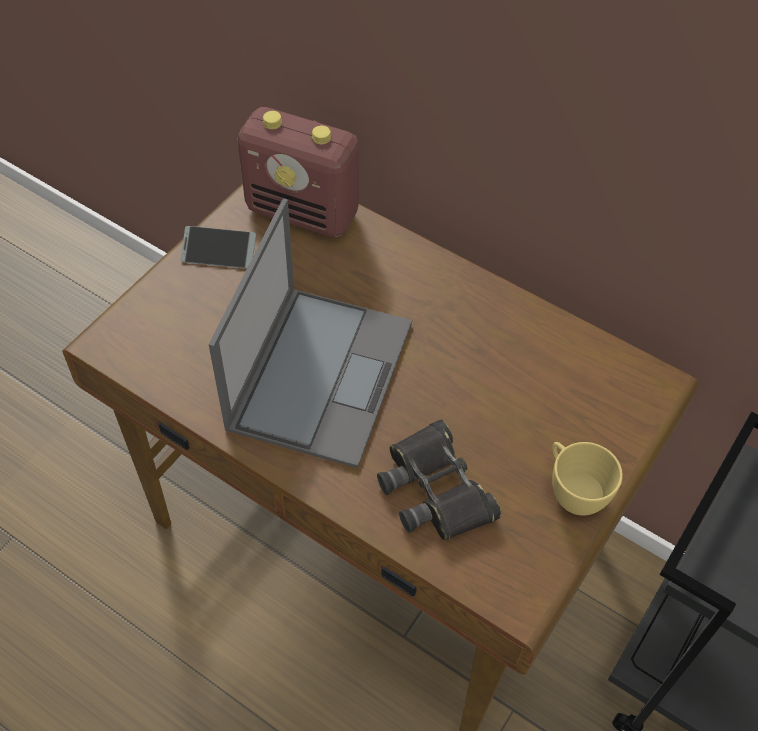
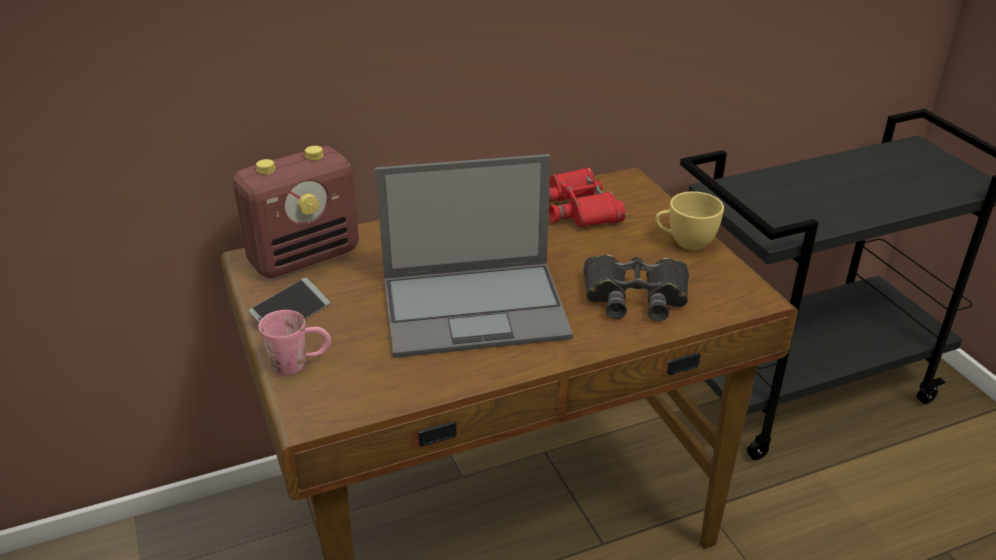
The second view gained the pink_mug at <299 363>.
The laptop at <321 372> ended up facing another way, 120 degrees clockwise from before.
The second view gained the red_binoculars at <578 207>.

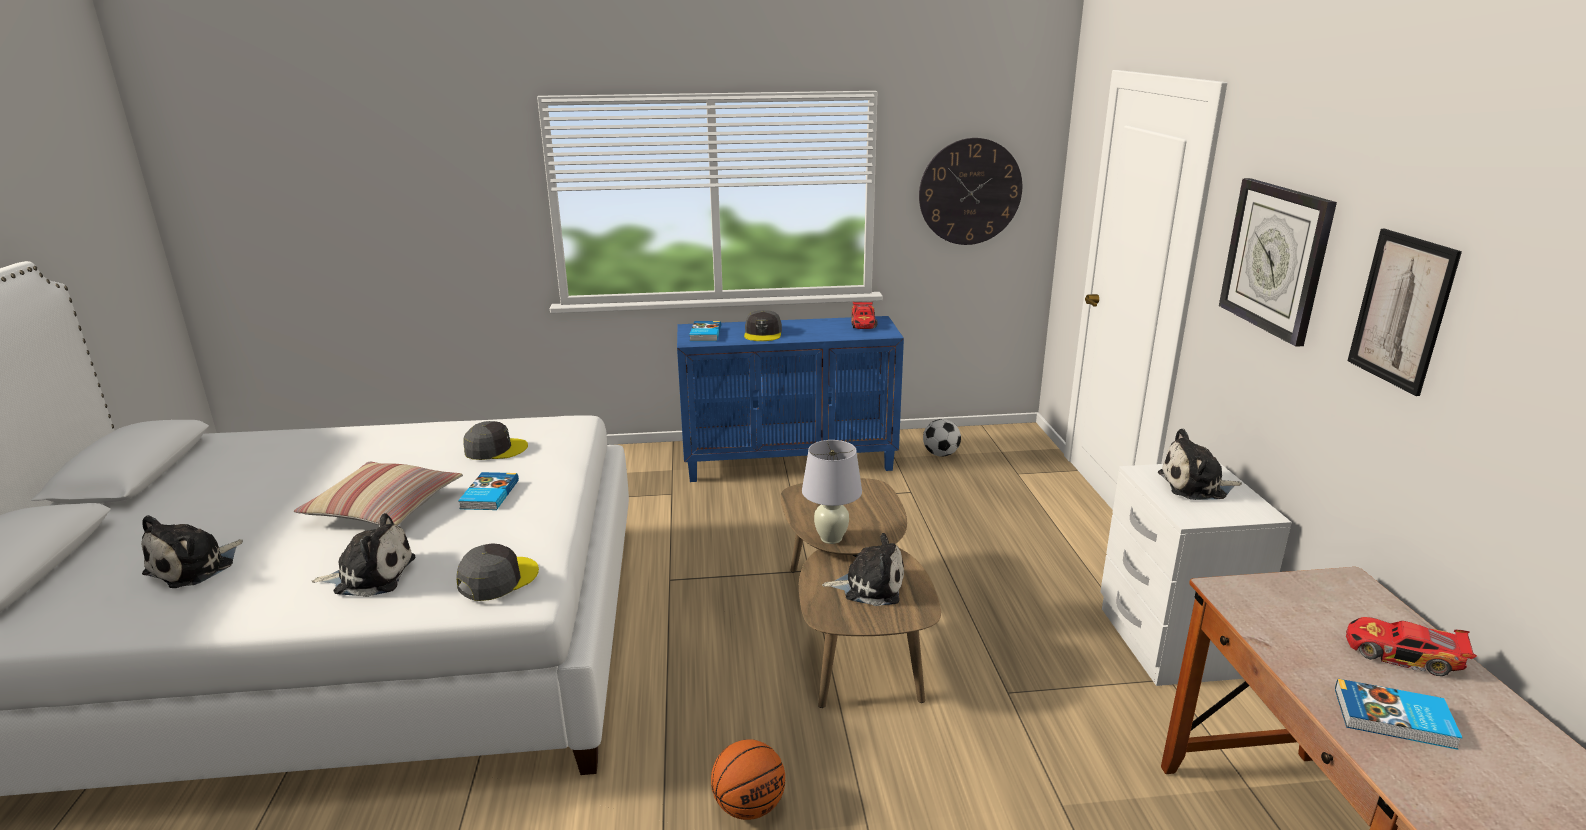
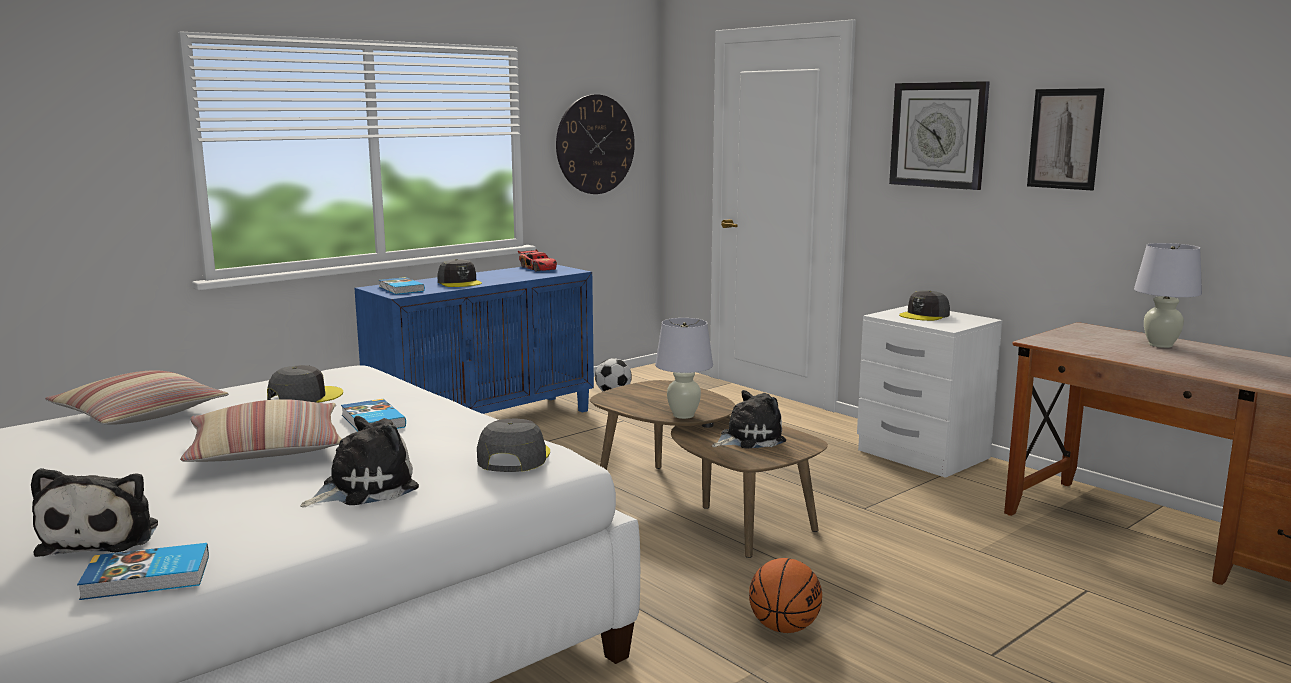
The second view gained the pillow at <140 415>.
The book ended up elsewhere, having gone from <1395 719> to <147 578>.
Where the plush_toy stood at <1196 486>, the grey_cap came to stand at <924 315>.
Where the toy_car stood at <1402 655>, the white_table_lamp came to stand at <1160 345>.

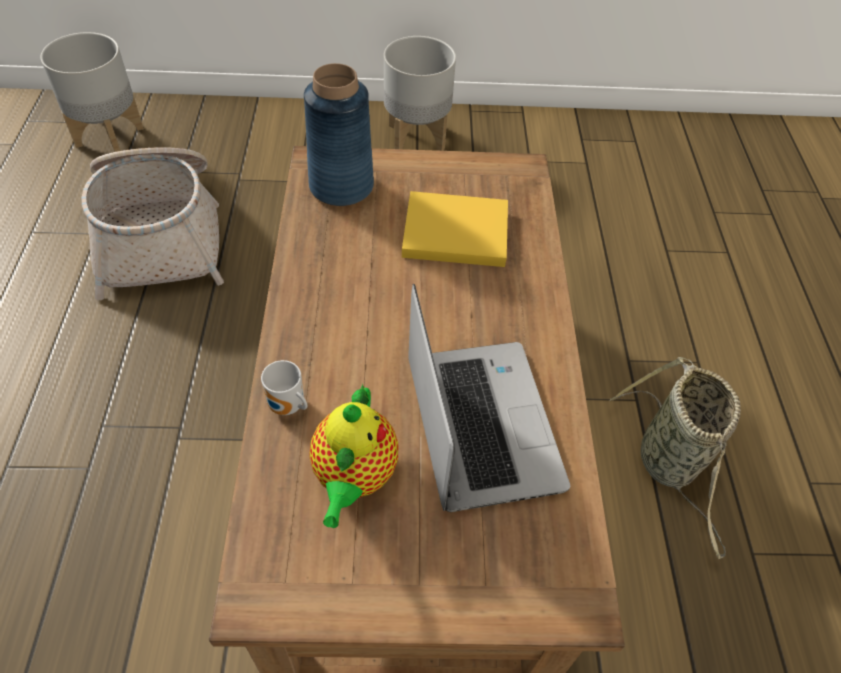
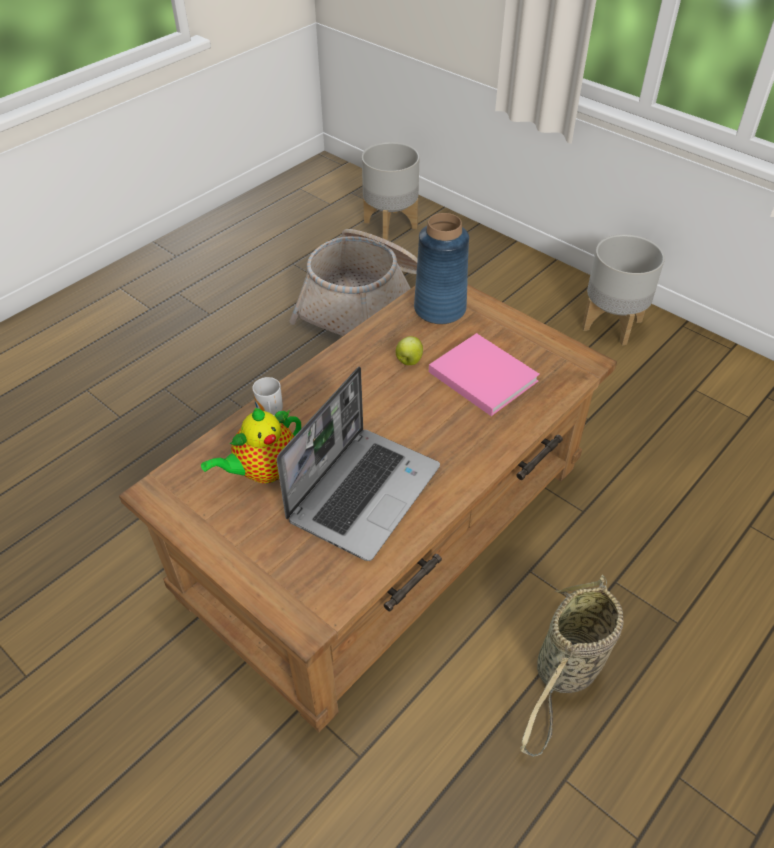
The second view gained the apple at <409 361>.
What was the yellow_book at <452 232> turned into the pink_book at <480 375>.

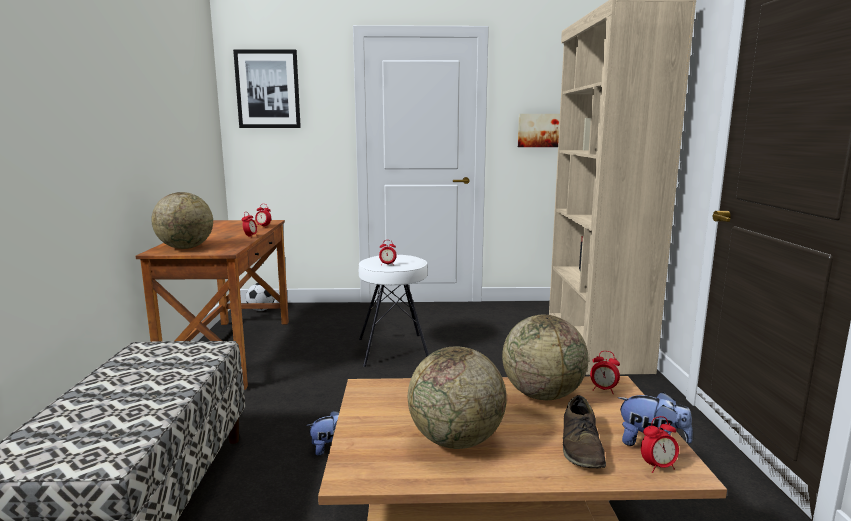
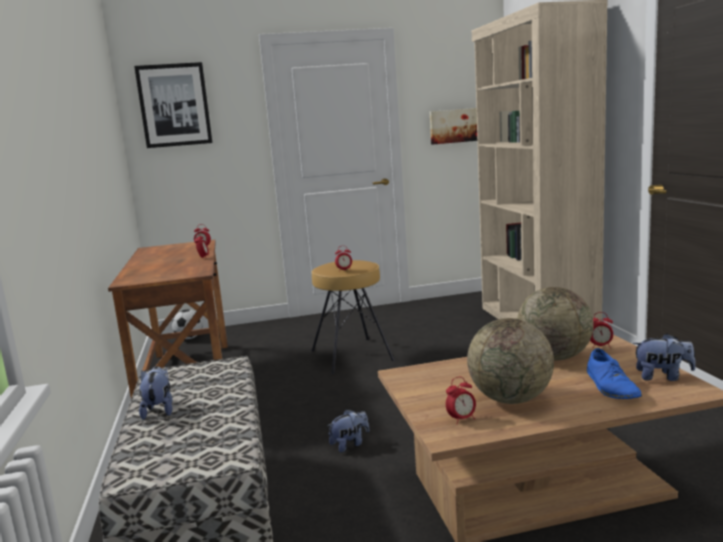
The second view gained the plush_toy at <159 410>.
What was the white_stool at <394 349> turned into the brown_stool at <352 355>.
The alarm_clock ended up elsewhere, having gone from <658 467> to <461 419>.
What was the brown_shoe at <581 446> turned into the blue_shoe at <611 386>.
The second view lost the globe at <185 248>.

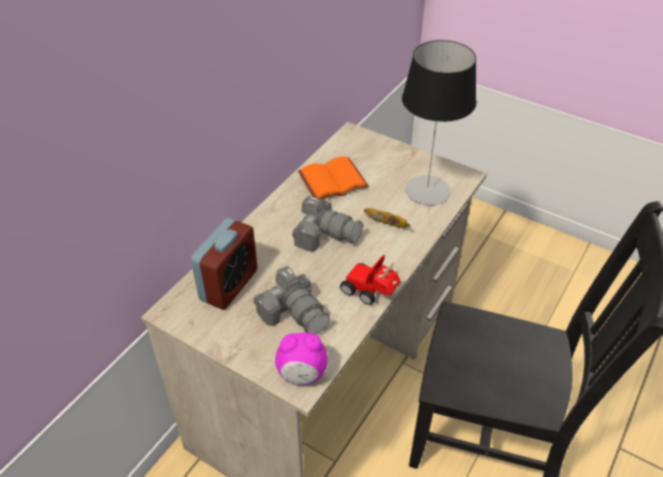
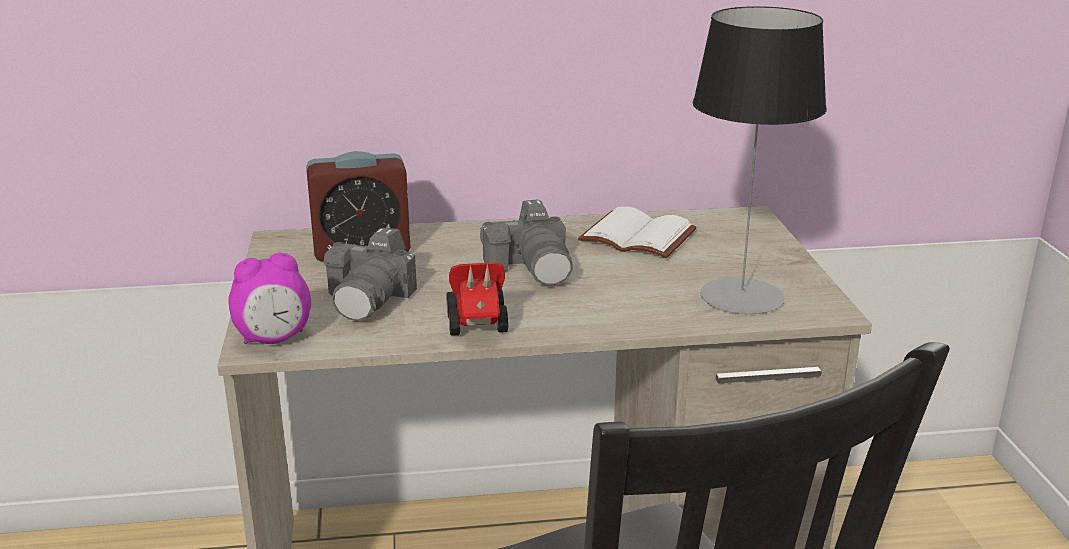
The alarm_clock at <302 375> ended up facing another way, 75 degrees counterclockwise from before.
What was the orange_book at <332 182> turned into the white_book at <634 238>.
The second view lost the banana at <387 224>.

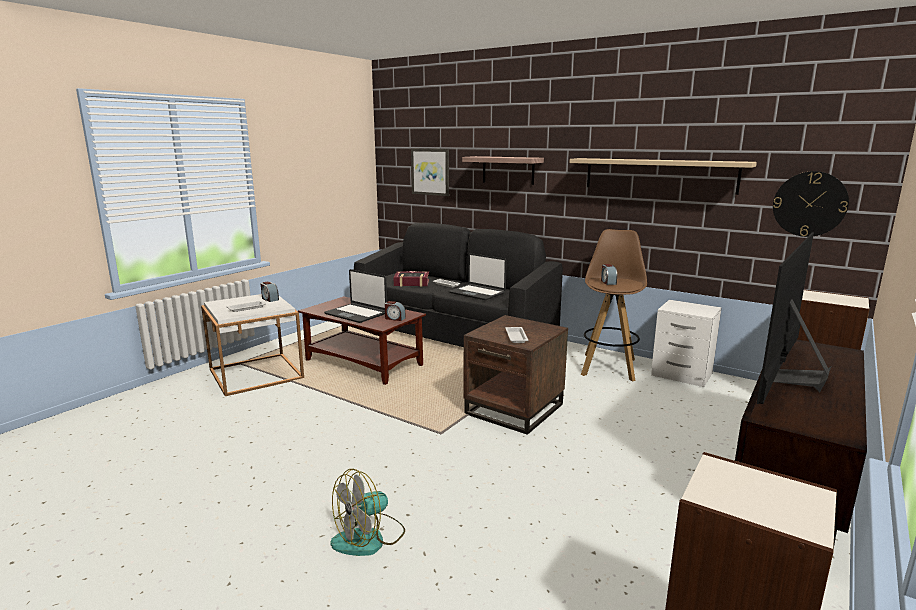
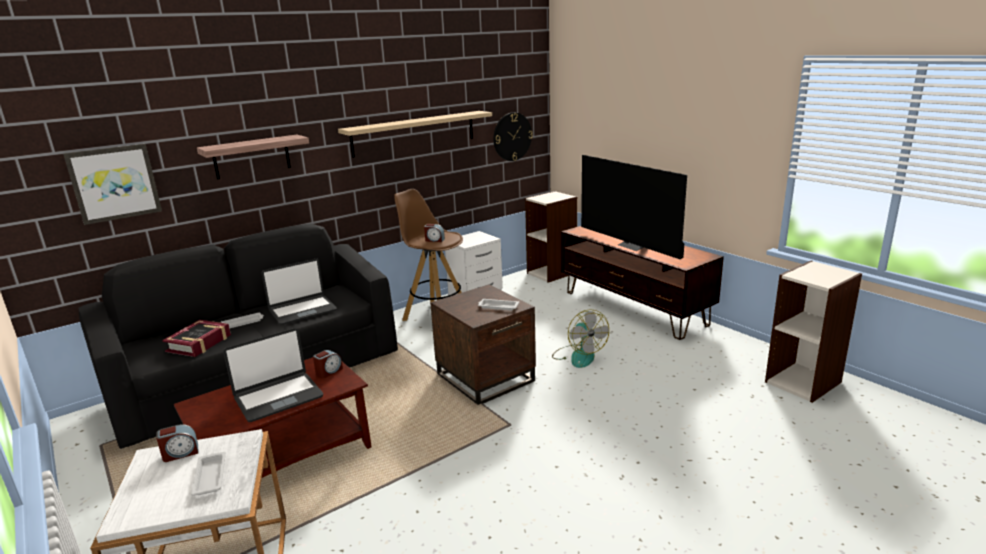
The fan ended up elsewhere, having gone from <369 538> to <578 356>.

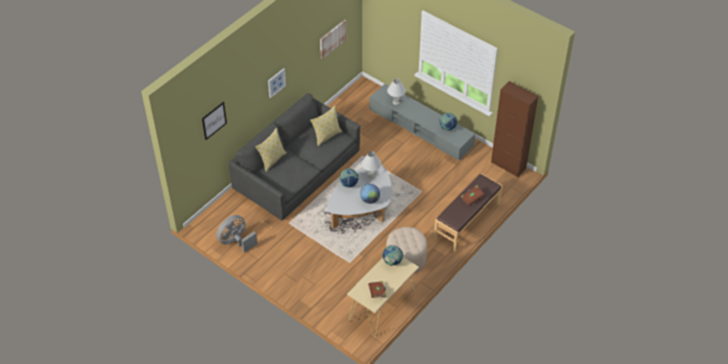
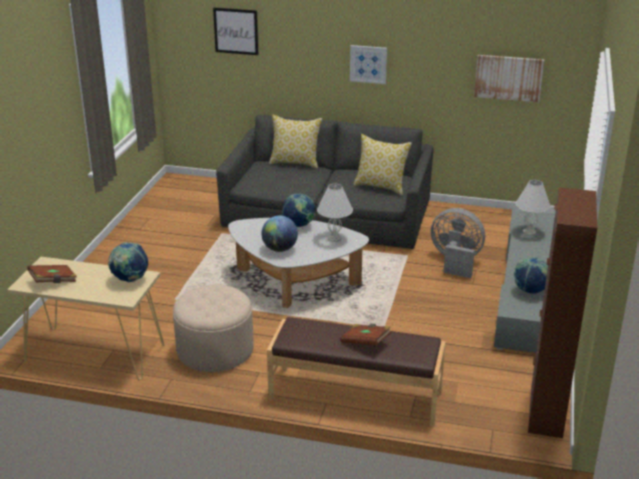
The grey_fan ended up elsewhere, having gone from <236 242> to <455 261>.

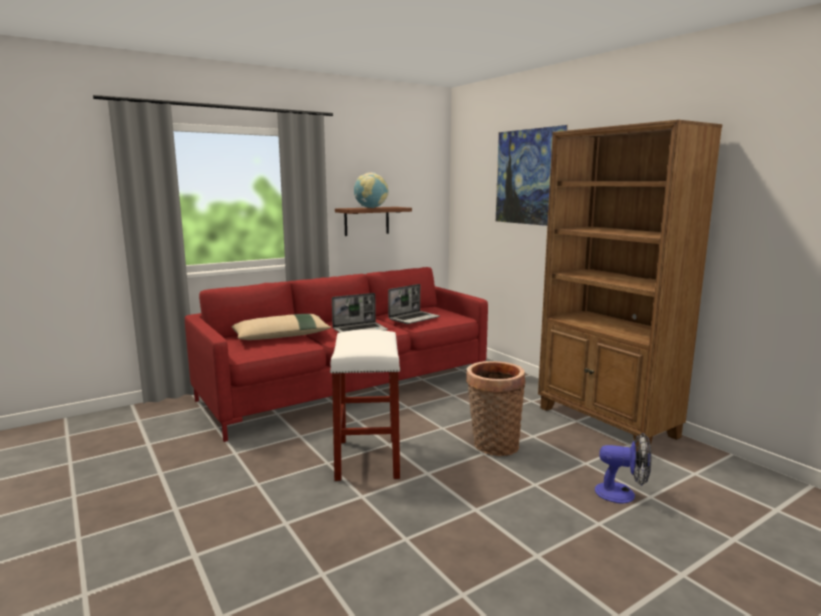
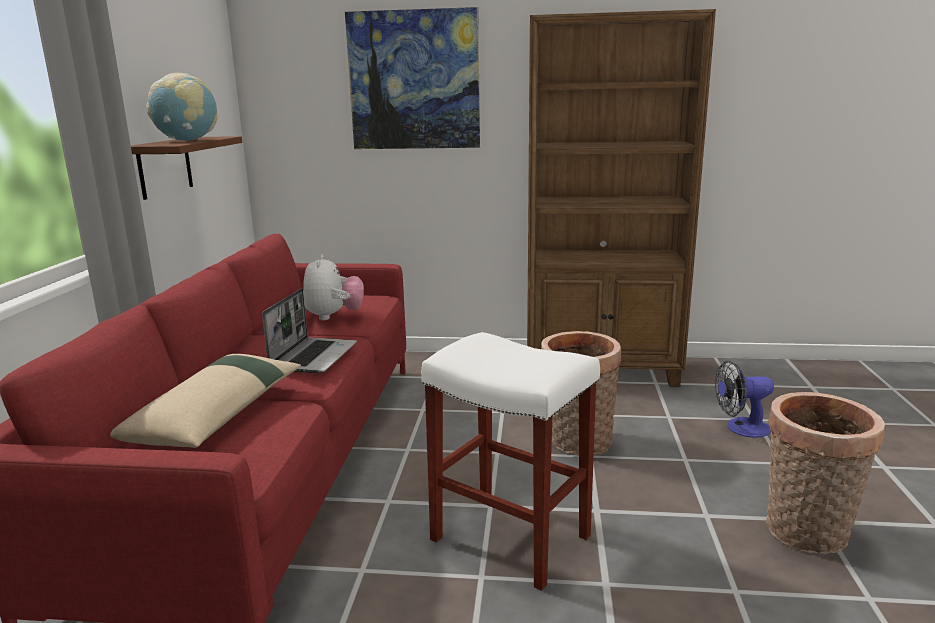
Where the laptop stood at <414 318>, the plush_toy came to stand at <334 316>.
The fan at <622 494> ended up facing another way, 150 degrees counterclockwise from before.
The second view gained the basket at <806 534>.

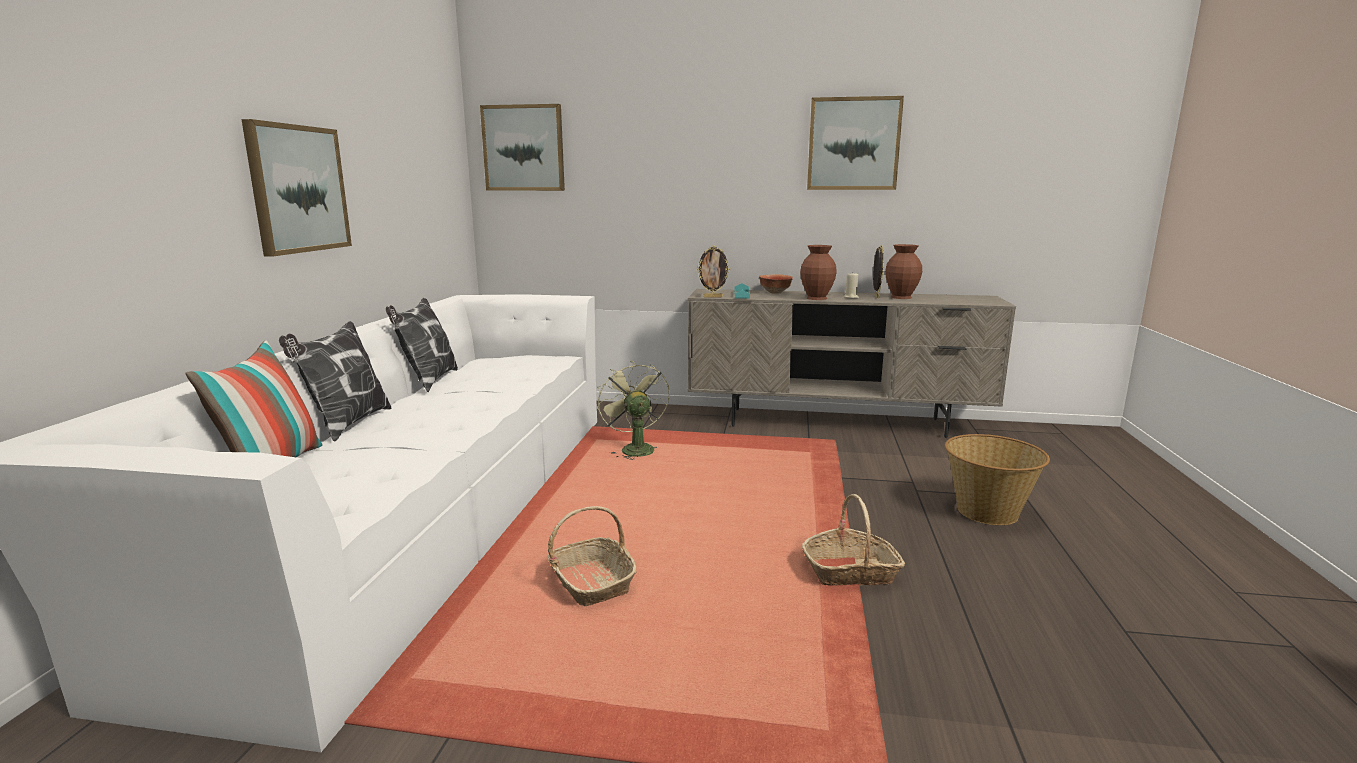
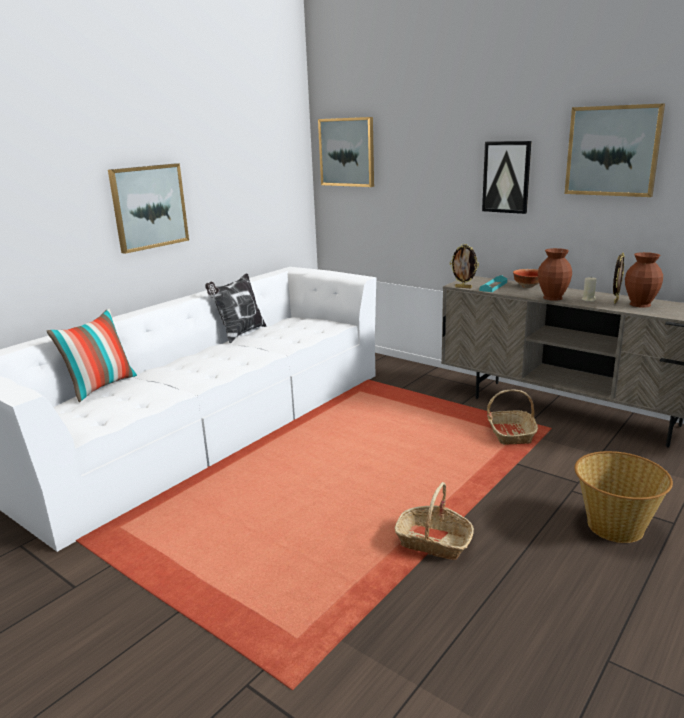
The second view gained the picture at <506 177>.
The basket ended up elsewhere, having gone from <591 582> to <510 434>.
The second view lost the pillow at <347 424>.
The second view lost the green_fan at <634 448>.

